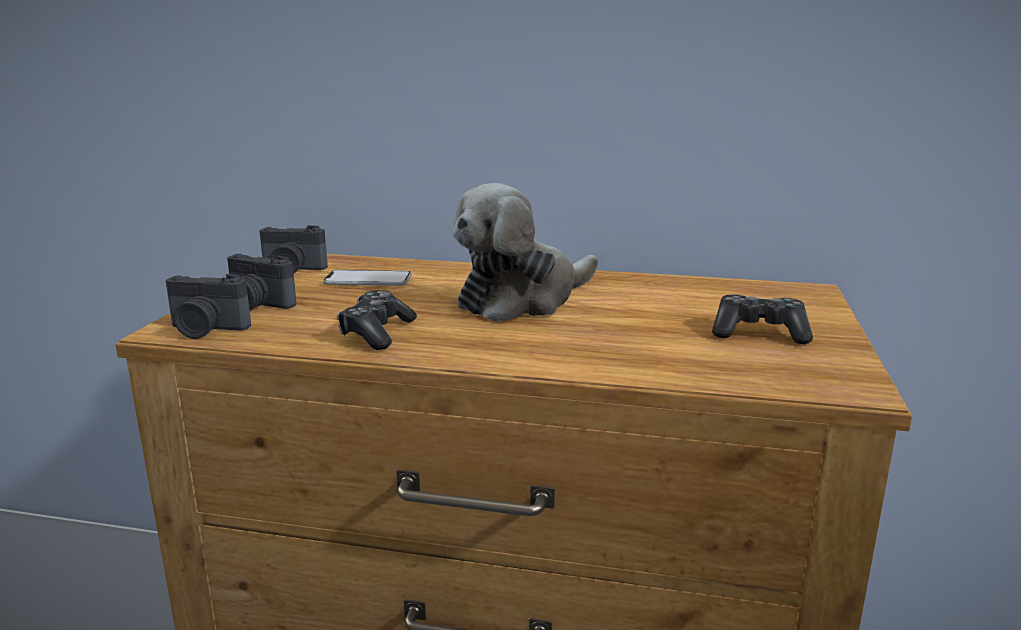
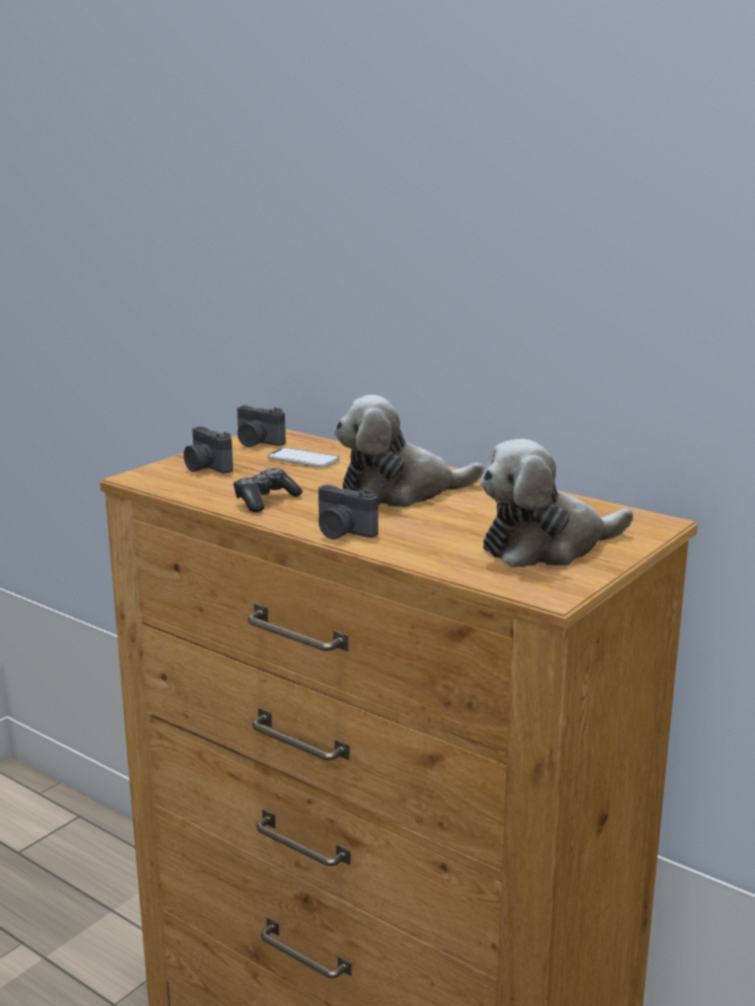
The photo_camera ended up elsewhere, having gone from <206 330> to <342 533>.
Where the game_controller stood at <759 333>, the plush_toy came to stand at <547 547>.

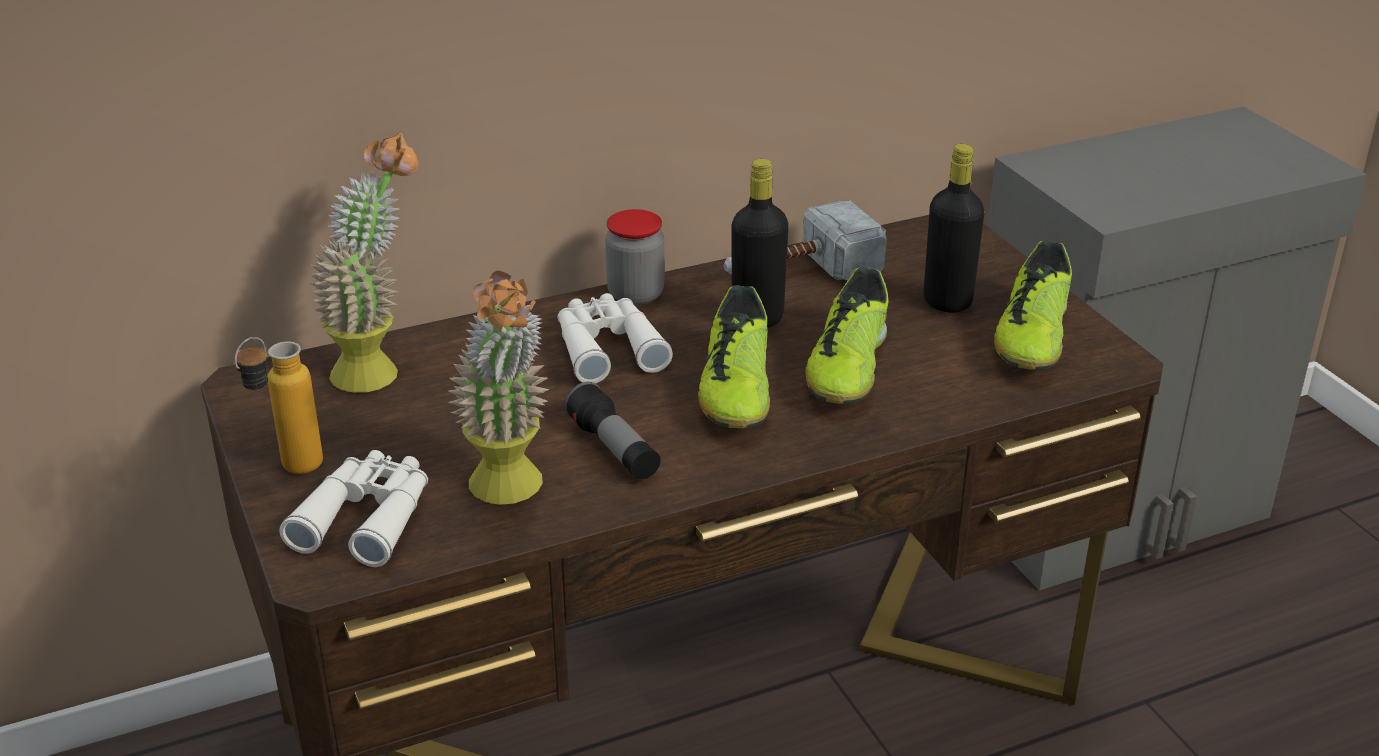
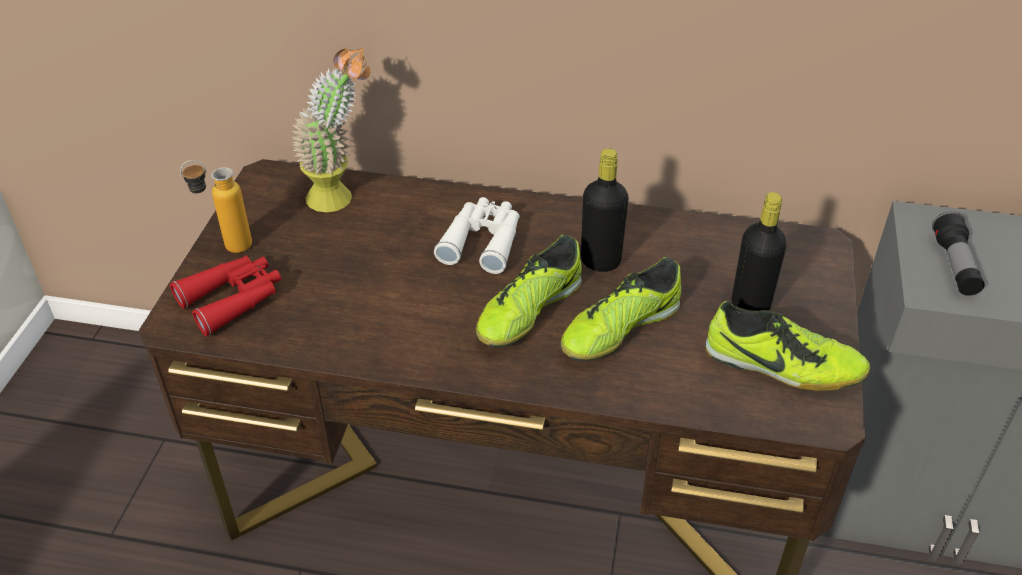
What was the white_binoculars at <367 518> turned into the red_binoculars at <233 299>.
The shoe at <1032 337> ended up facing another way, 120 degrees counterclockwise from before.
The flashlight ended up elsewhere, having gone from <614 449> to <954 265>.
The second view lost the potted_plant at <511 494>.
The second view lost the jar at <635 294>.
The second view lost the hammer at <799 272>.

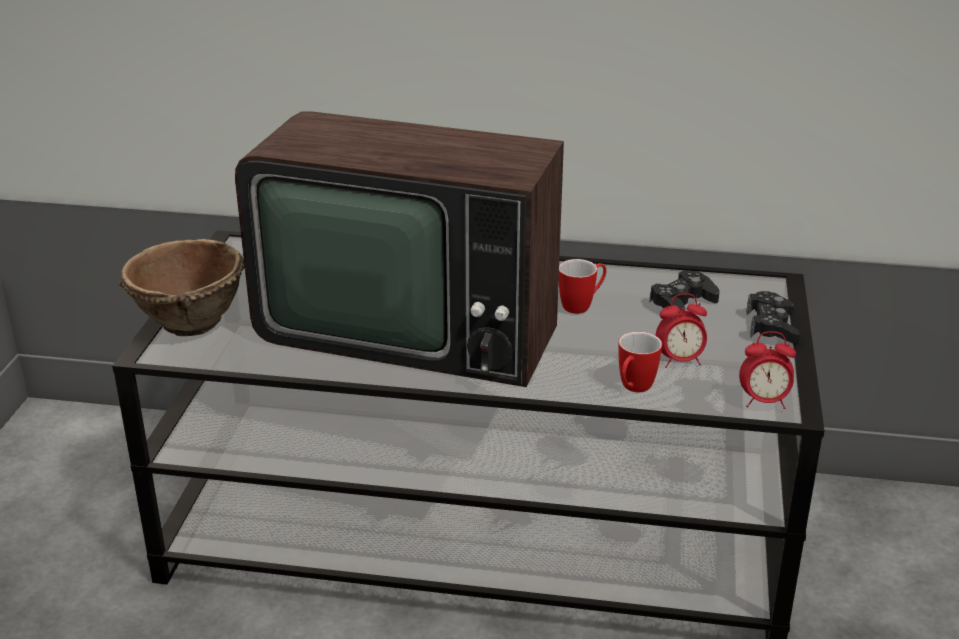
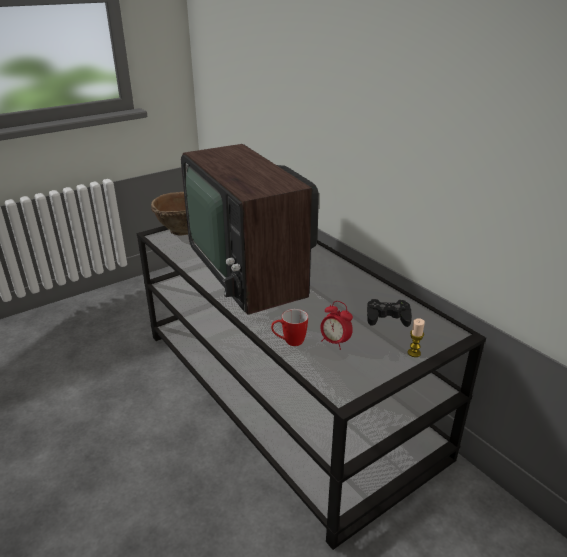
Where the black_game_controller stood at <771 326>, the candle came to stand at <414 353>.
The second view lost the mug at <582 305>.
The second view lost the alarm_clock at <764 402>.

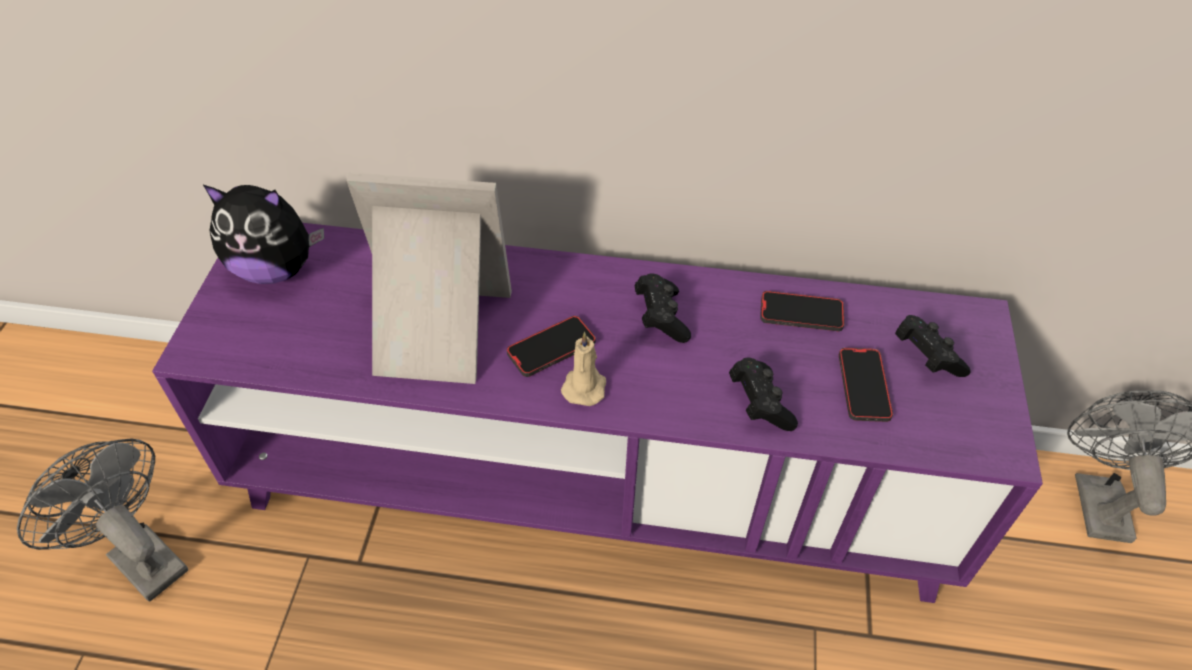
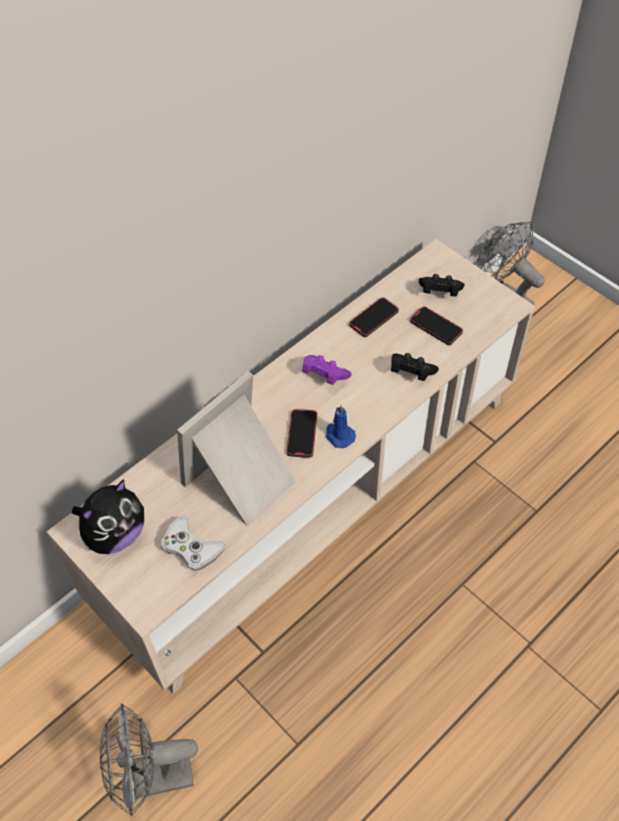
What was the purple_tv_stand at <593 481> turned into the beige_tv_stand at <312 500>.
The second view gained the white_game_controller at <191 548>.
What was the black_game_controller at <661 317> turned into the purple_game_controller at <324 375>.
What was the beige_candle at <585 386> turned into the blue_candle at <339 435>.

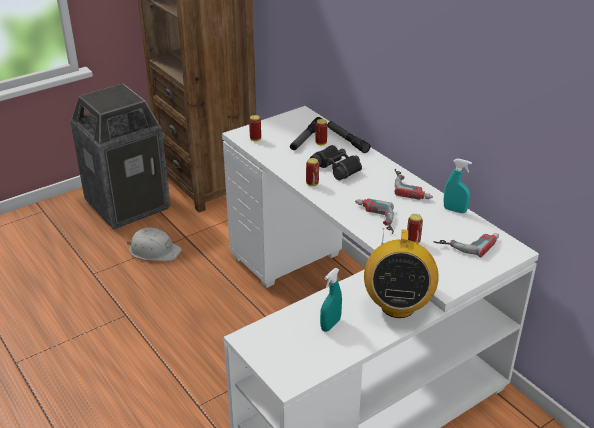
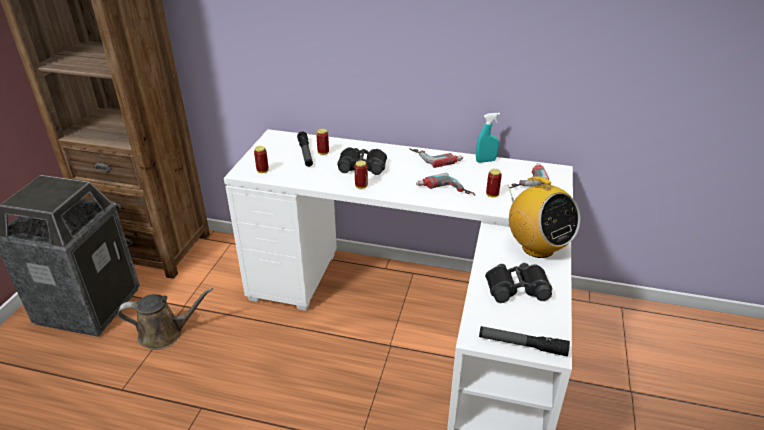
Where the white_hard_hat stood at <154 250>, the brown_watering_can came to stand at <165 333>.
The flashlight ended up elsewhere, having gone from <347 140> to <522 345>.
Where the turquoise_spray_bottle stood at <330 325>, the black_binoculars came to stand at <516 288>.

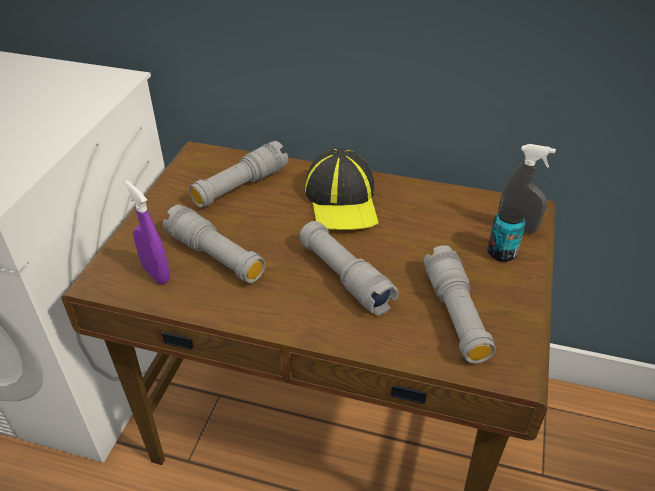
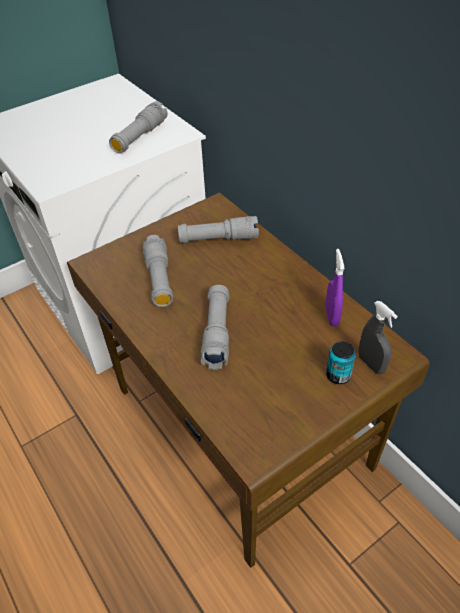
The grey_flashlight ended up elsewhere, having gone from <456 315> to <140 137>.
The purple_spray_bottle ended up elsewhere, having gone from <156 273> to <332 316>.
The second view lost the cap at <342 200>.

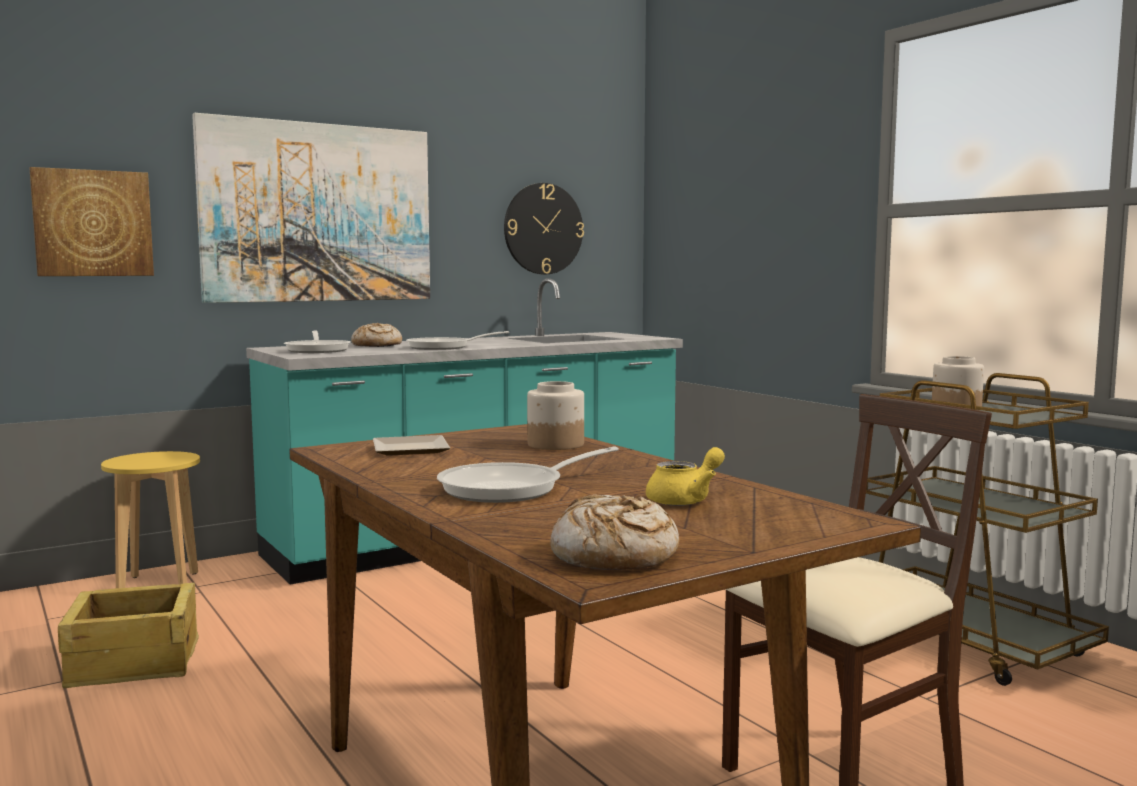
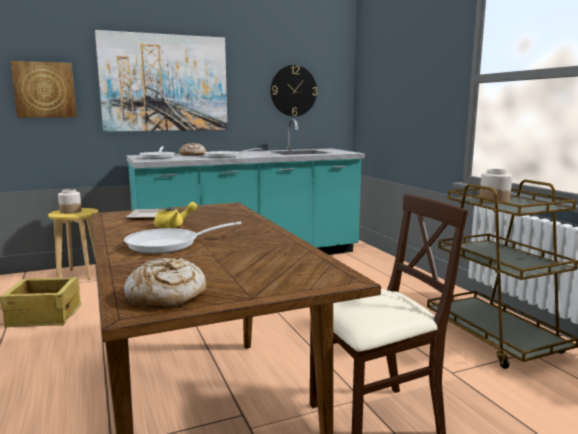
The jar ended up elsewhere, having gone from <555 445> to <70 211>.
The yellow_teapot ended up elsewhere, having gone from <685 500> to <174 226>.

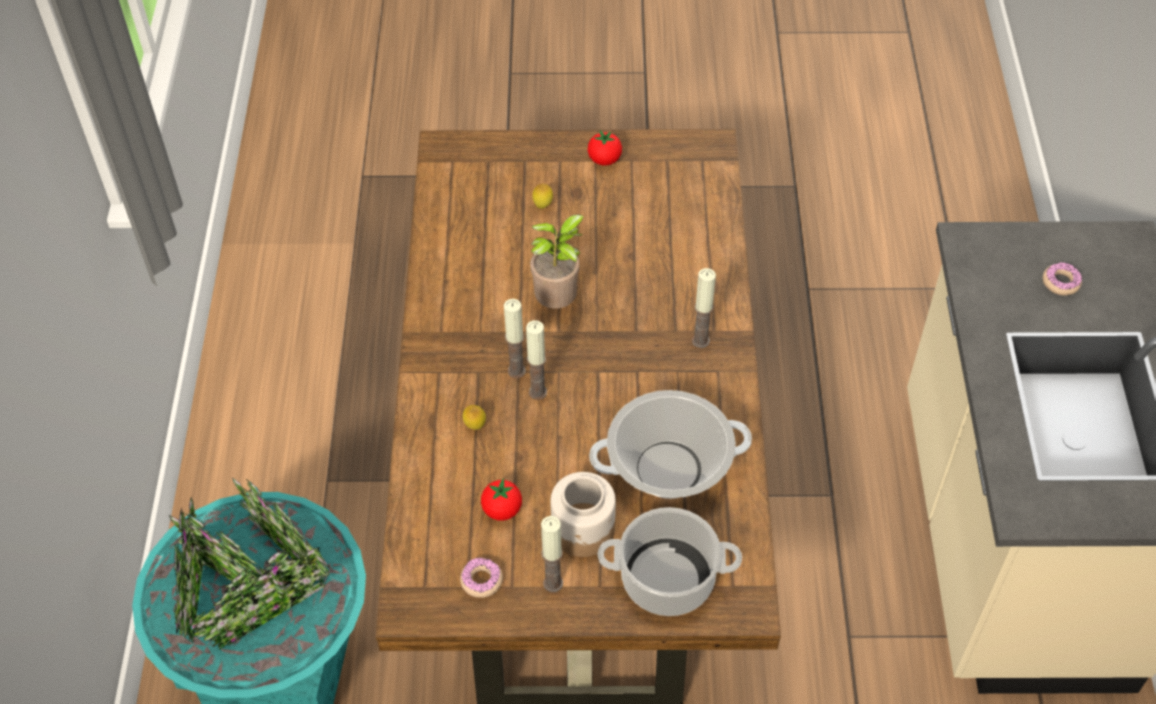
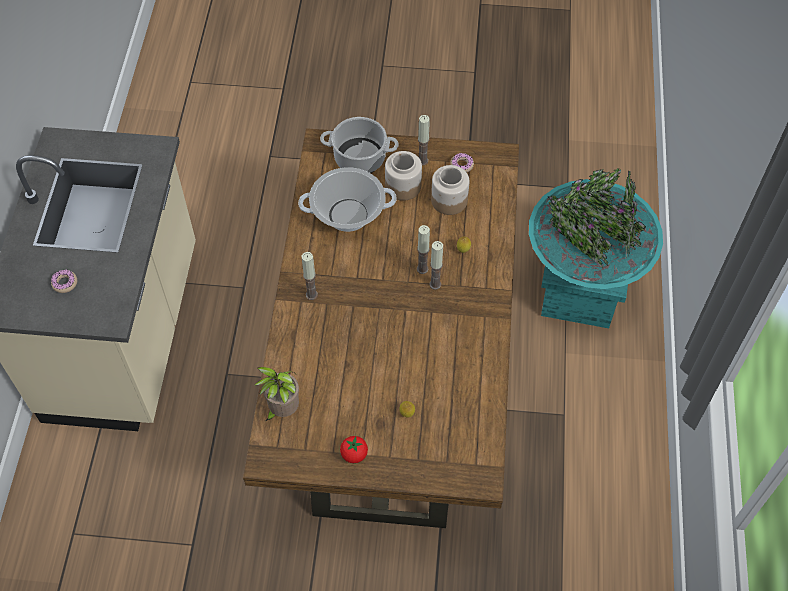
The potted_plant ended up elsewhere, having gone from <559 302> to <282 410>.
Where the tomato stood at <502 510>, the jar came to stand at <448 200>.

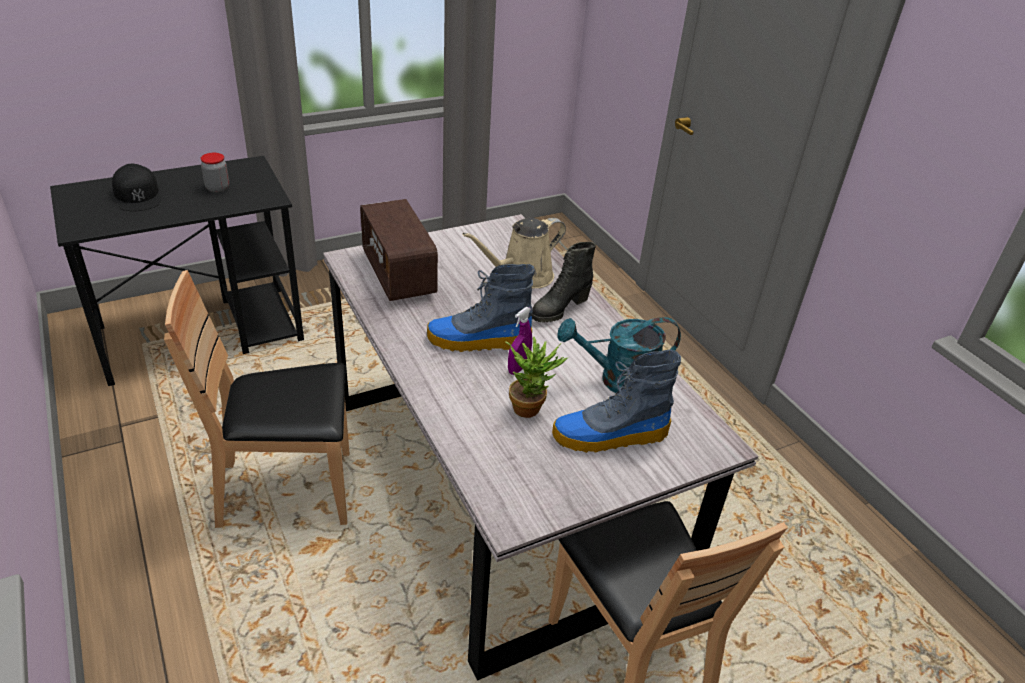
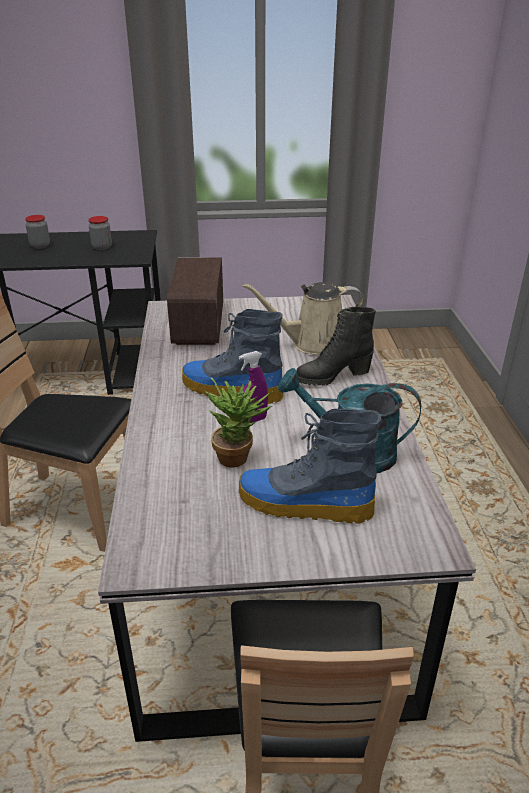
Where the black_cap stood at <138 196>, the jar came to stand at <40 246>.

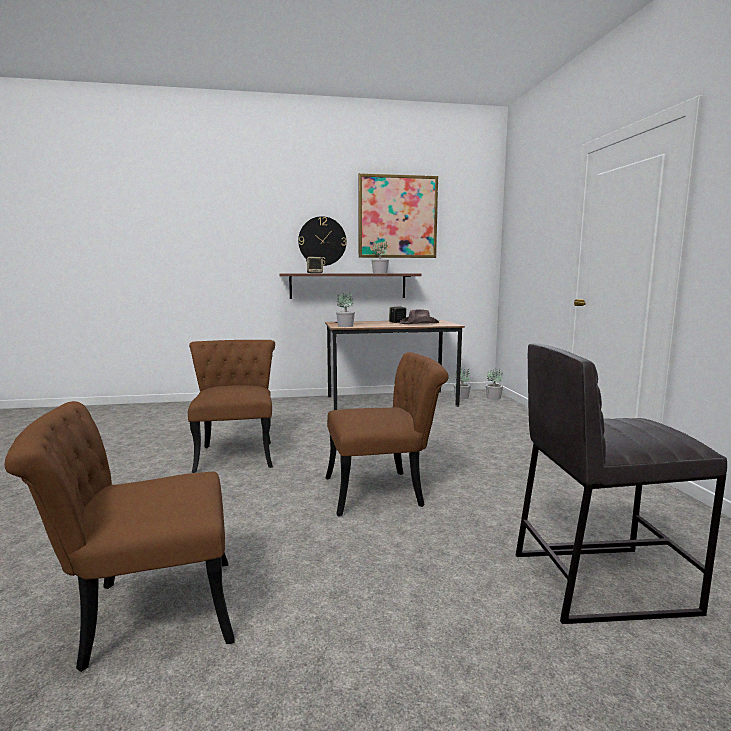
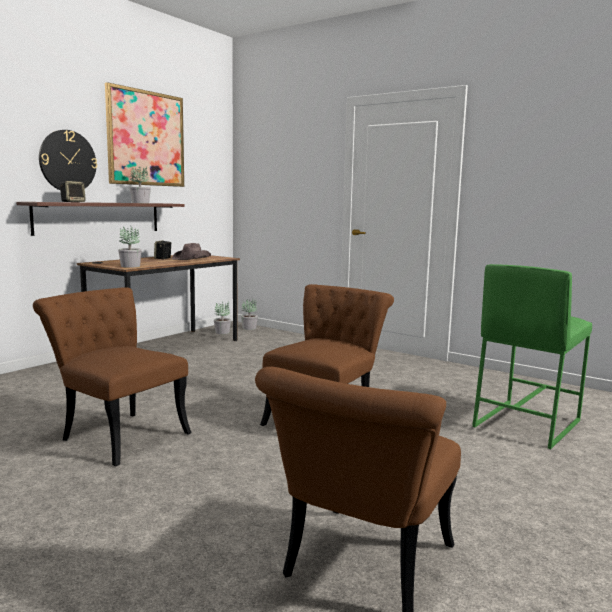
What was the grey_stool at <599 581> turned into the green_stool at <525 423>.

